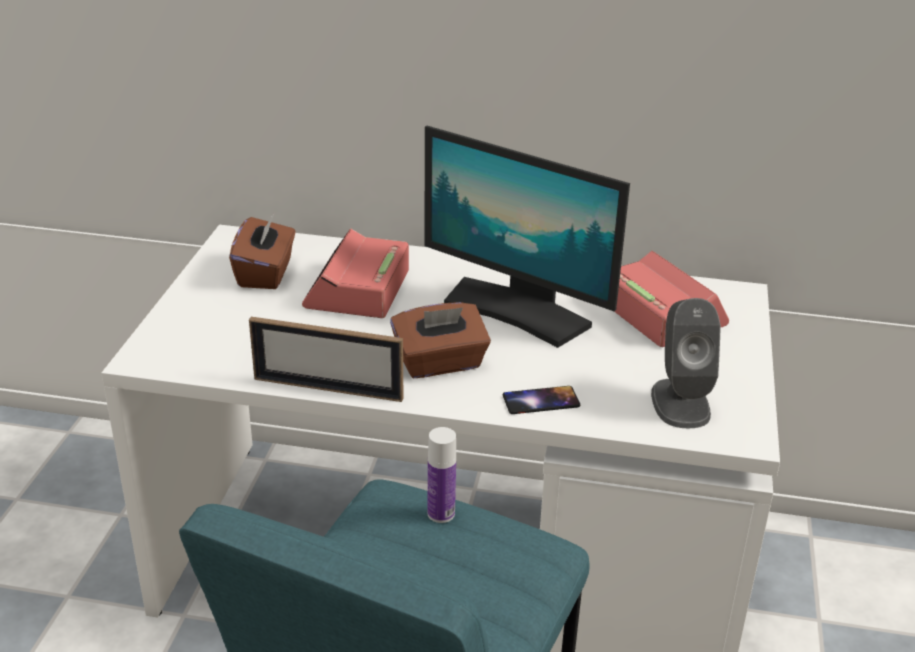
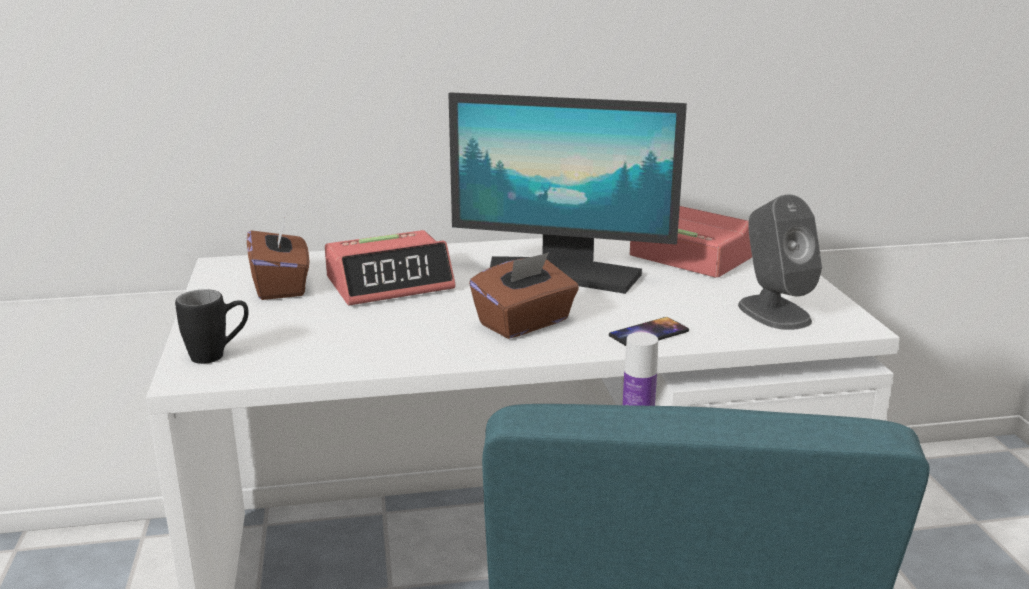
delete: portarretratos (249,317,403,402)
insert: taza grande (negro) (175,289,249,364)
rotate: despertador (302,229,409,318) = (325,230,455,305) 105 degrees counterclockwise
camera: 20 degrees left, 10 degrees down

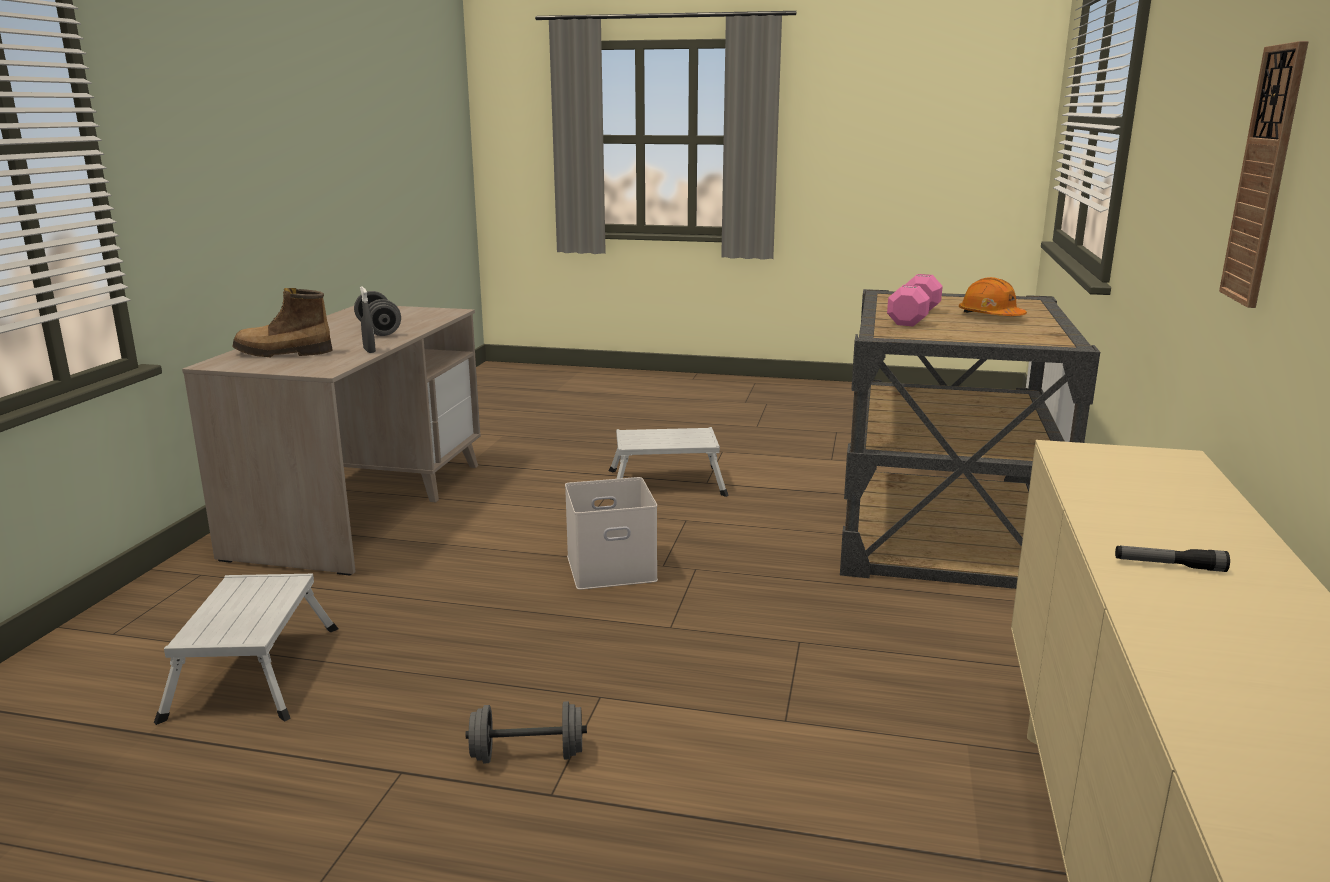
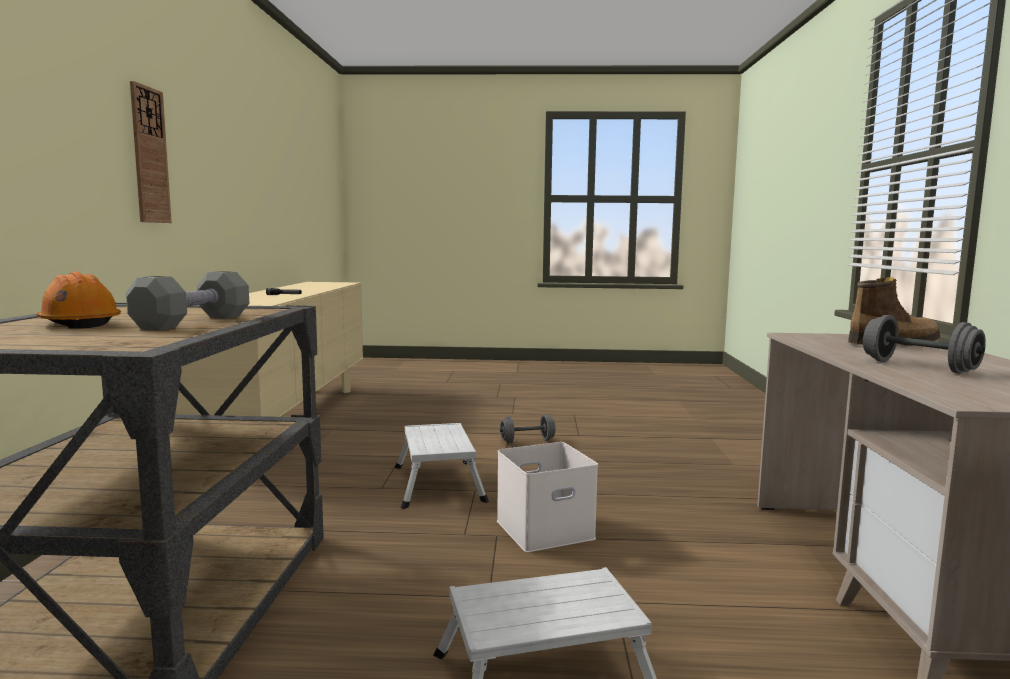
delete: pulverizador (gris) (360,286,376,353)
move: escalera de tijera (blanco) (154,574,339,725) to (395,423,489,509)
recolor: mancuerna (rosa) (887,274,943,326) to mancuerna (gris) (126,271,249,330)
camera: 170 degrees right, 10 degrees down

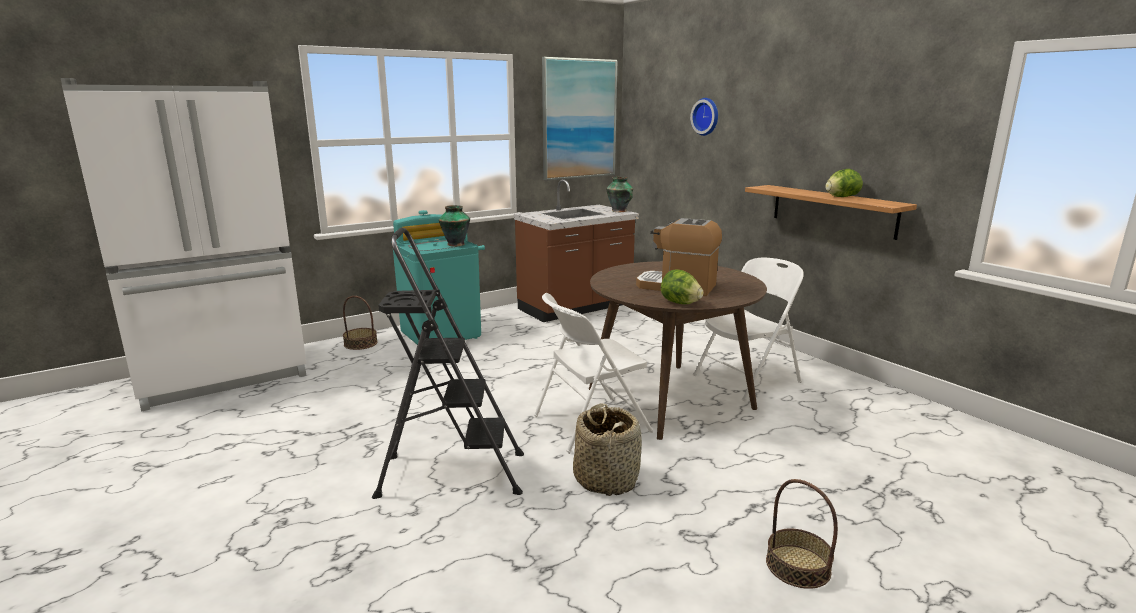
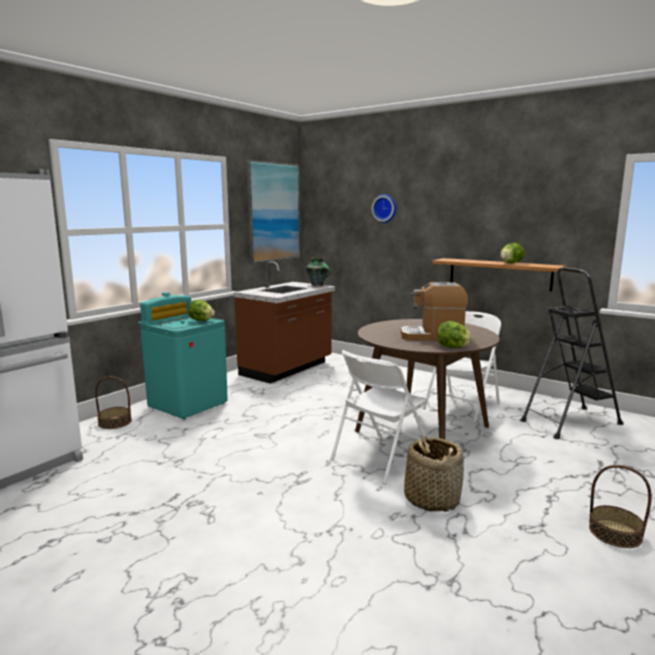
move: escalera de tijera (372,228,524,499) to (520,267,624,439)
replace: florero (439,205,470,247) to lechuga (188,300,215,321)
camera: 20 degrees left, 5 degrees down

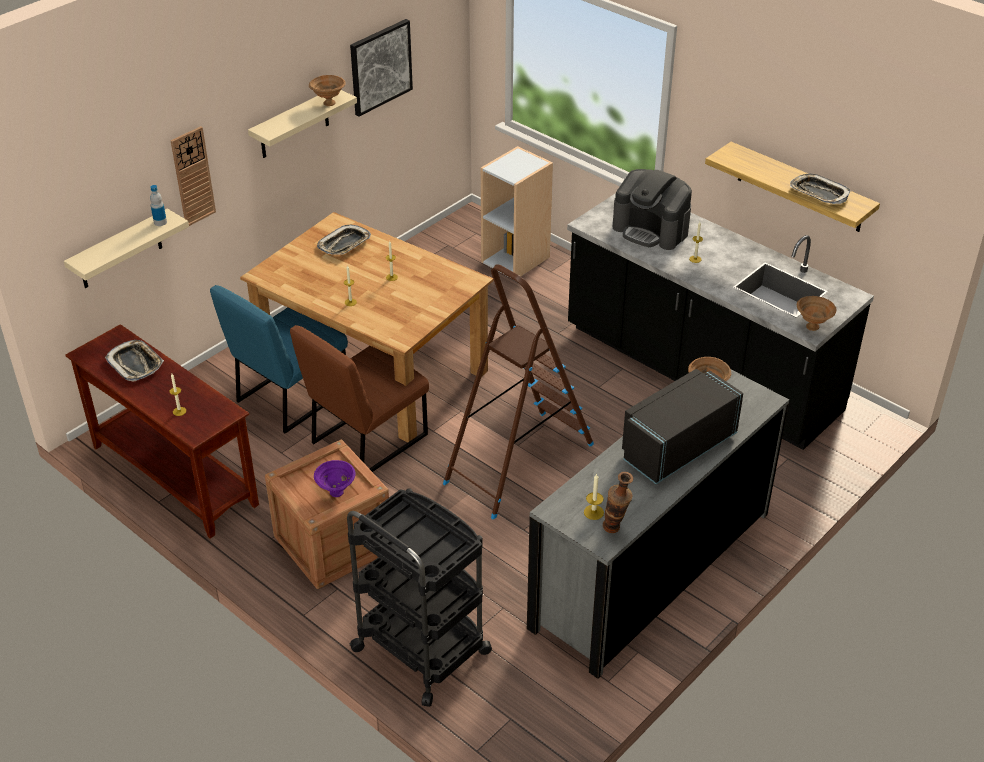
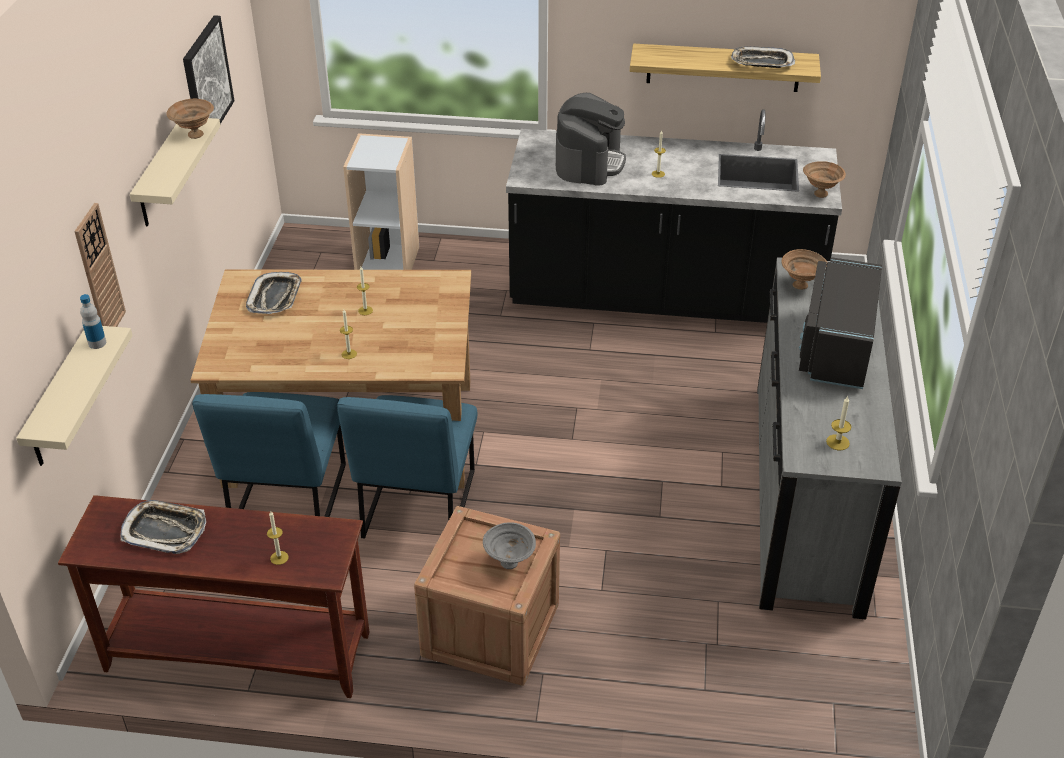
delete: carrito (negro) (347,488,492,707); escalera de tijera (marrón) (443,264,594,519); florero (603,472,633,533)
recolor: silla (marrón) (290,325,429,472) to silla (azul) (337,395,477,539); cuenco (morado) (314,460,355,497) to cuenco (gris) (483,522,536,569)
rotate: cafetera (613,169,692,250) = (556,93,626,186) 75 degrees counterclockwise
camera: 35 degrees left, 0 degrees up

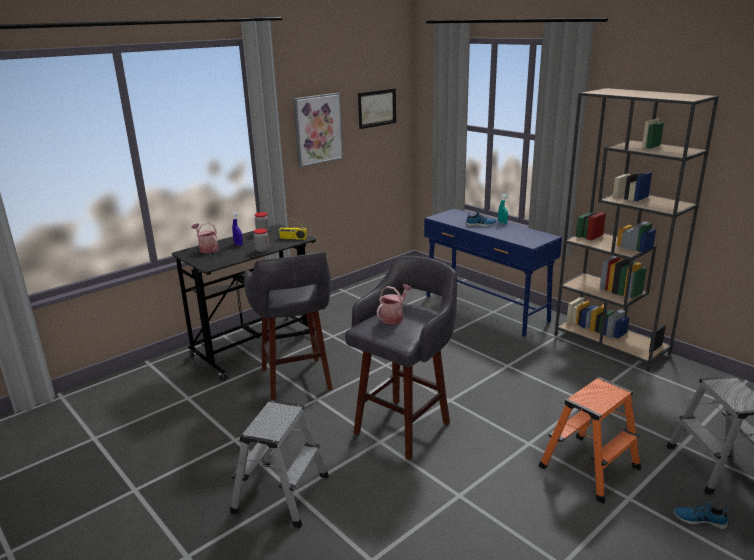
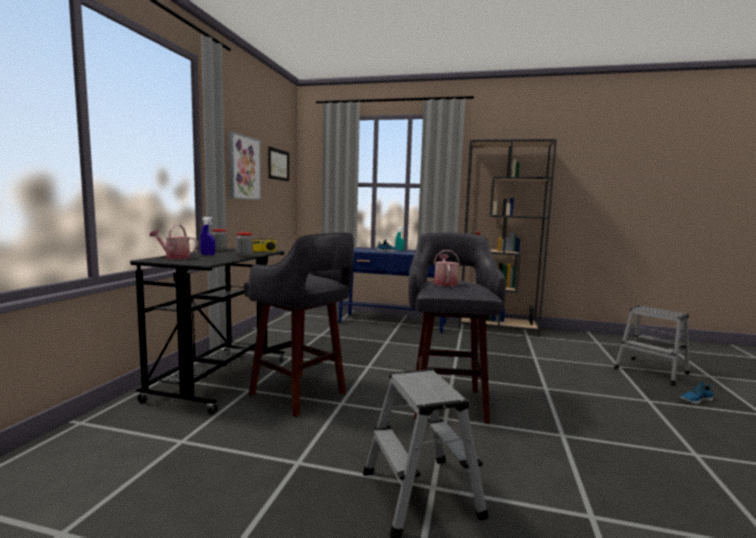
delete: escalera de tijera (naranja) (538,377,641,504)
camera: 35 degrees left, 15 degrees down

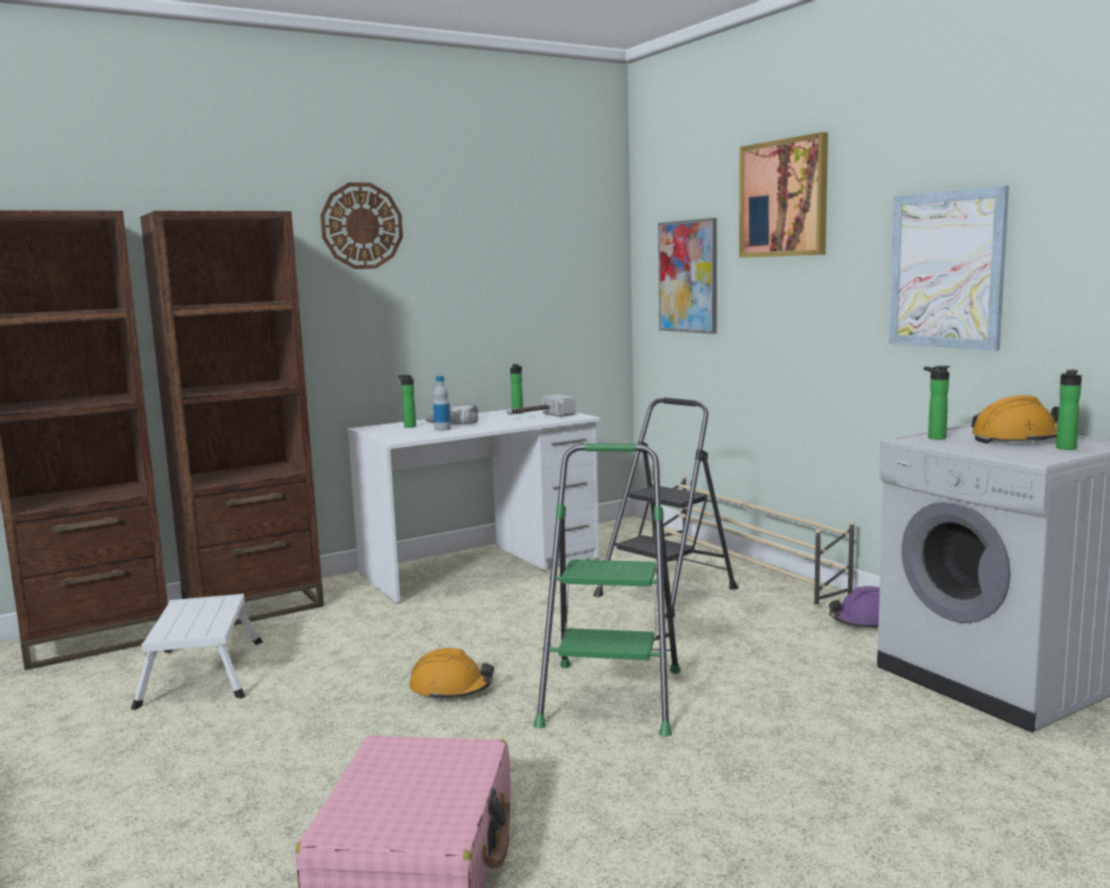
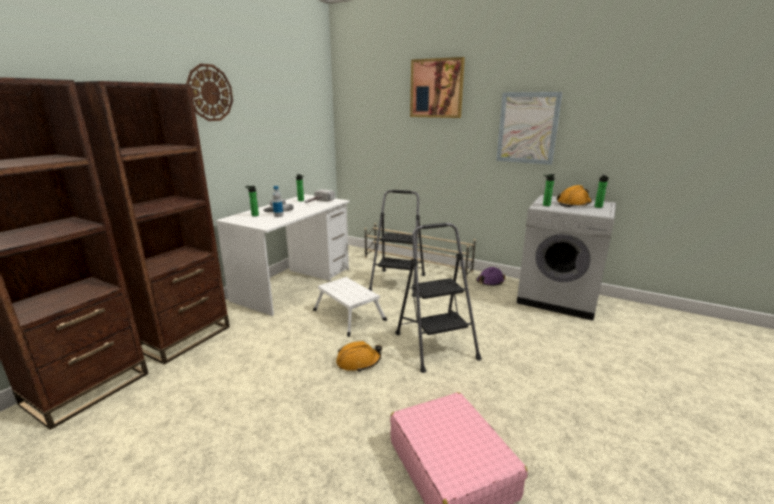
delete: cuadro (658,218,717,334)
move: escalera de tijera (blanco) (131,594,263,710) to (312,277,387,337)
recolor: escalera de tijera (verde) (533,443,681,736) to escalera de tijera (negro) (395,223,482,373)
camera: 30 degrees left, 10 degrees up

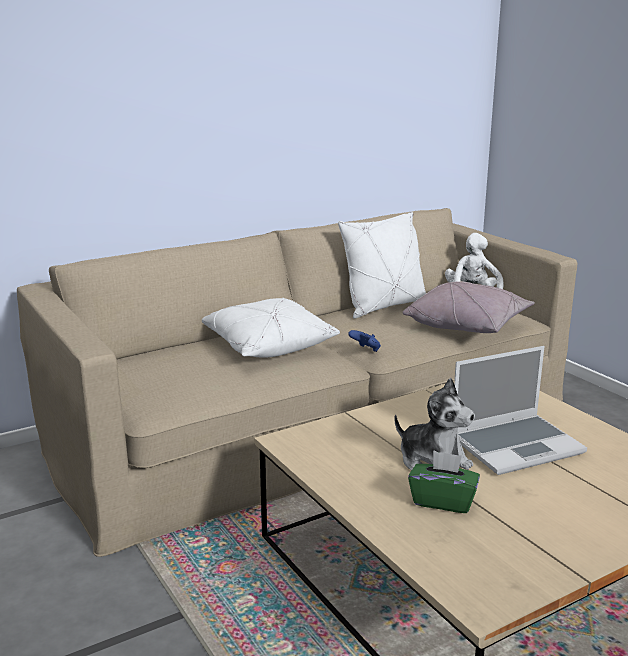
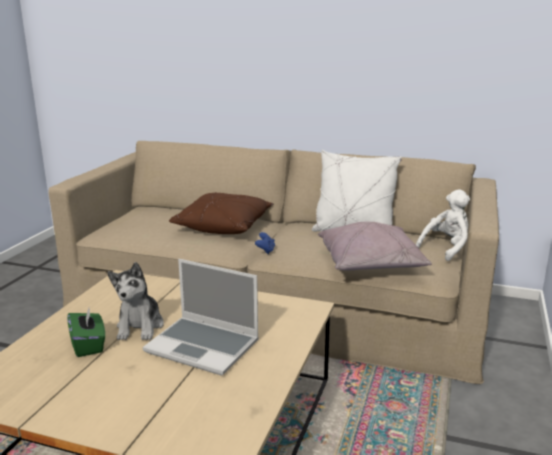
recolor: cojín (blanco) (202,298,340,358) to cojín (marrón) (169,192,274,234)
camera: 50 degrees right, 0 degrees up

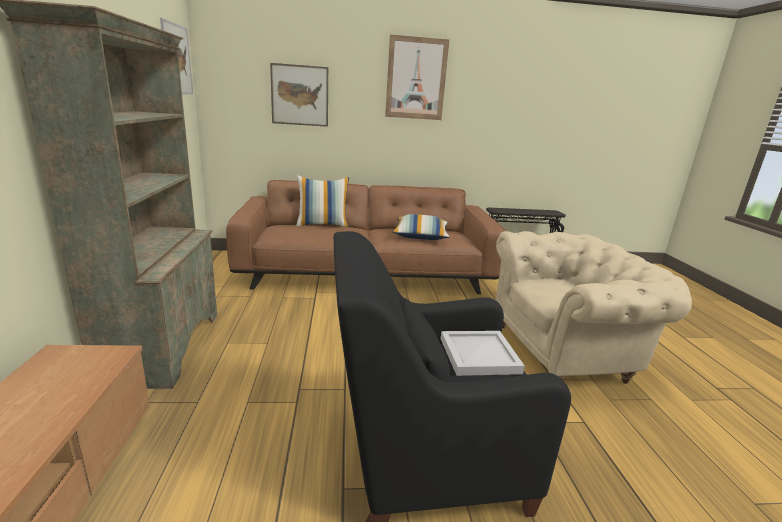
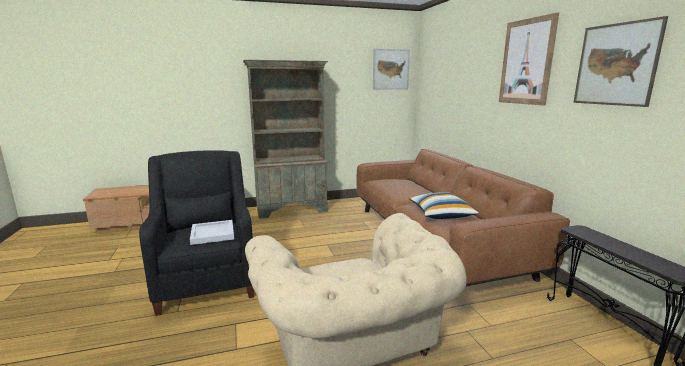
delete: cojín (296,175,349,228)
move: cuadro (270,63,328,127) to (573,16,668,107)
camera: 80 degrees right, 5 degrees down

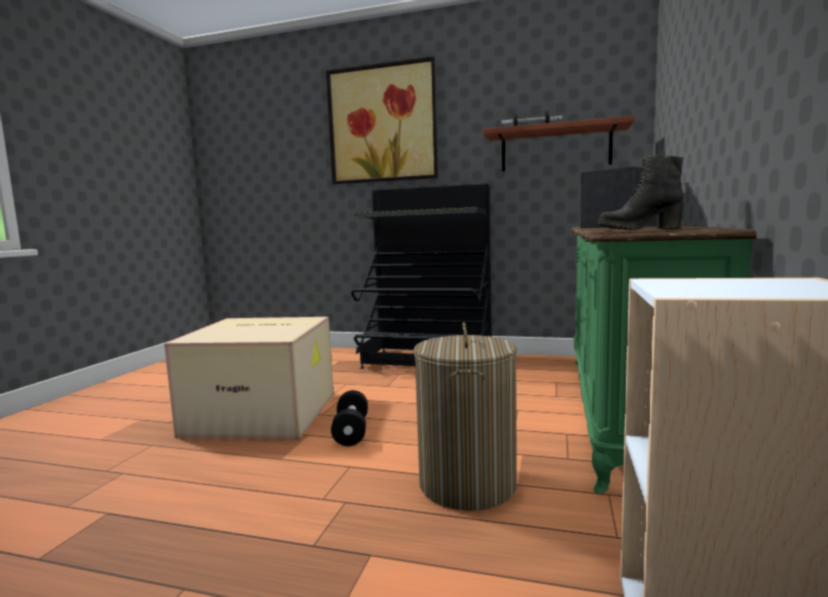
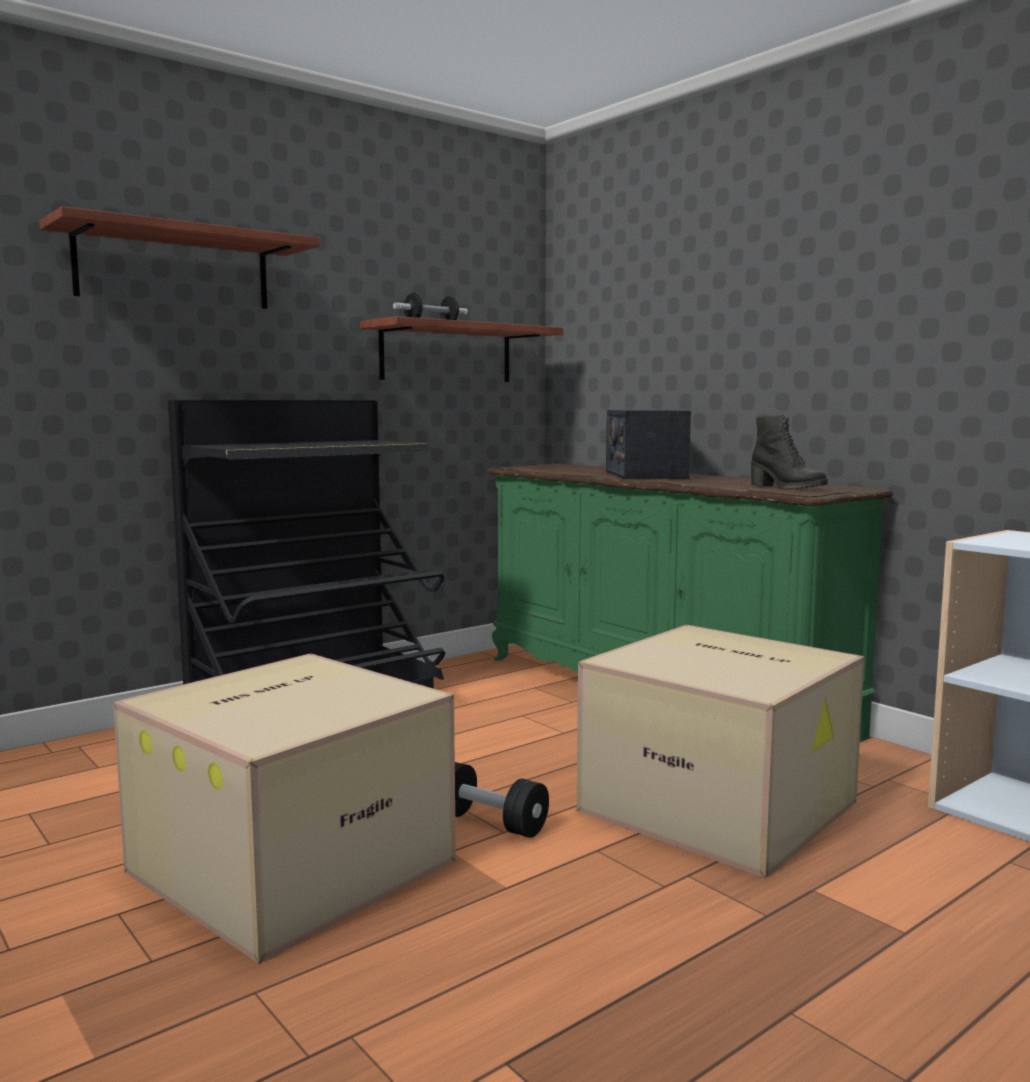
replace: cuadro (326,56,438,184) to estante (39,206,320,309); cesto de la ropa (414,322,517,511) to caja de cartón (577,625,865,879)
rotate: bota (negro) (598,155,684,230) = (751,414,828,489) 75 degrees counterclockwise
camera: 55 degrees left, 0 degrees up

